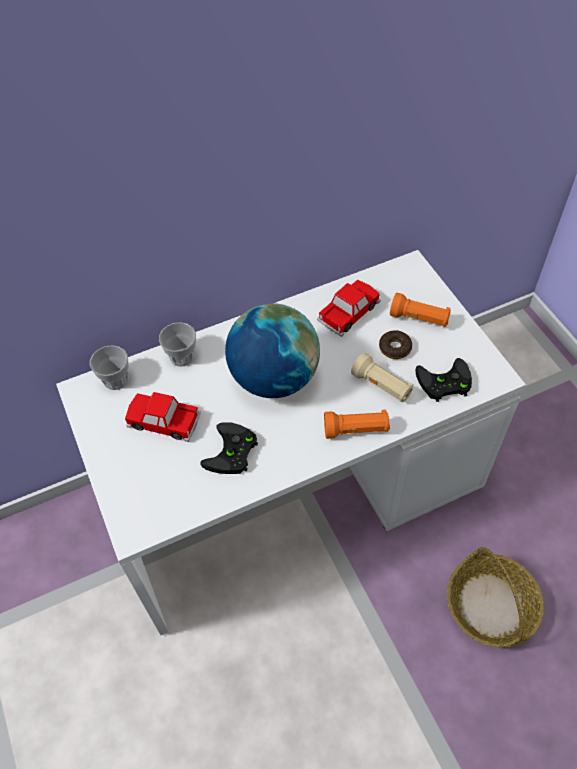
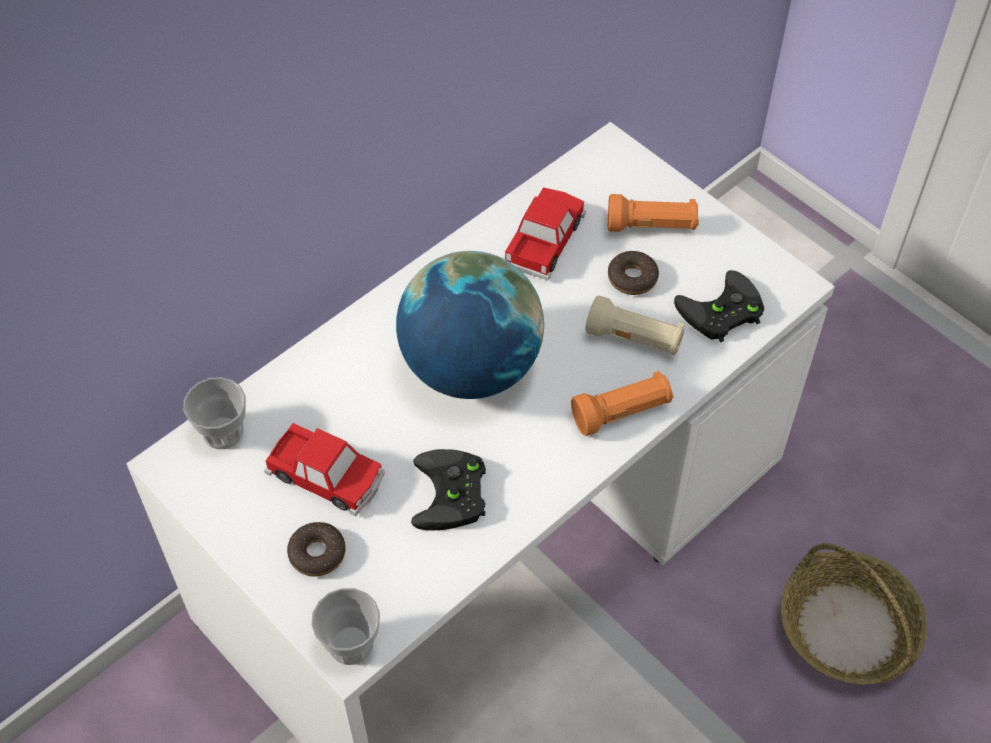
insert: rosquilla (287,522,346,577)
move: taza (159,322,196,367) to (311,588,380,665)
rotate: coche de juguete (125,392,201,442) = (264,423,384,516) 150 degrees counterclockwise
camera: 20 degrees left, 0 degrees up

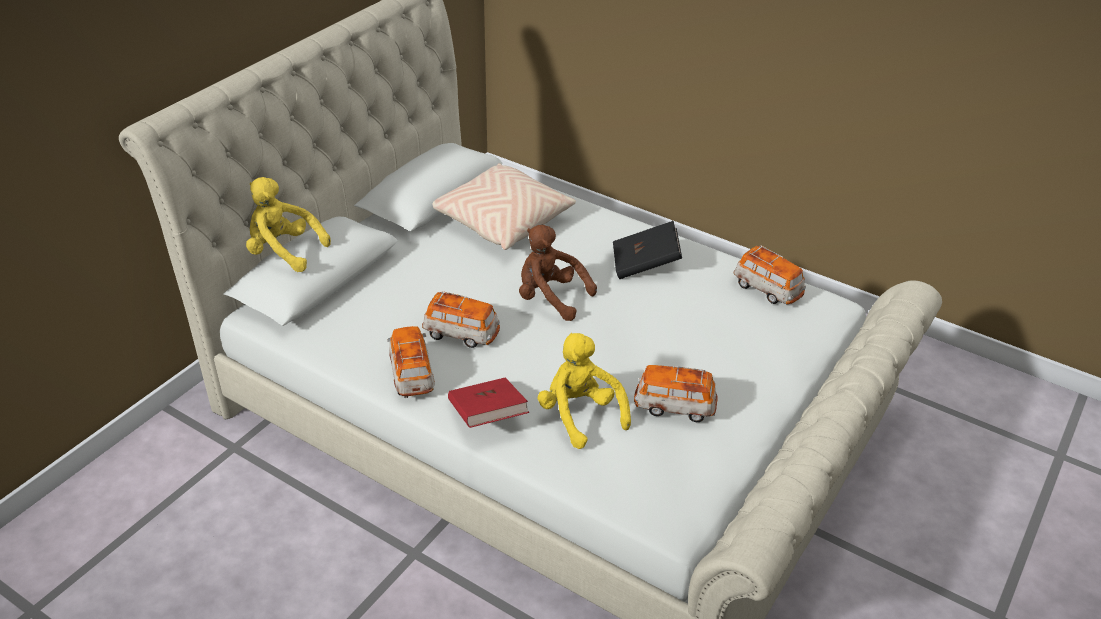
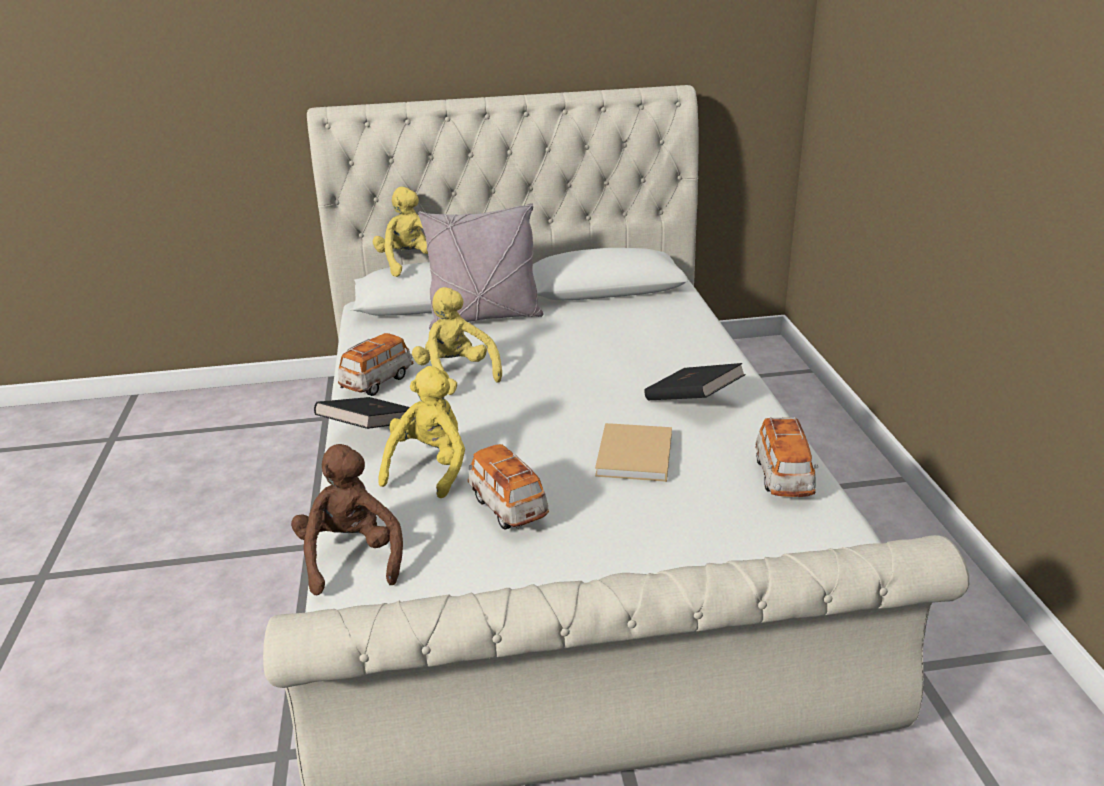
delete: cojín (beis) (432,163,576,250)
insert: cojín (morado) (418,203,543,330); libro (beis) (595,423,672,482)
move: peluche (marrón) (519,225,597,321) to (291,444,403,595)
replace: coche de juguete (422,291,500,348) to peluche (amarillo) (412,287,502,395)
recolor: libro (rojo) (448,377,529,428) to libro (negro) (314,397,416,429)
camera: 50 degrees right, 10 degrees down

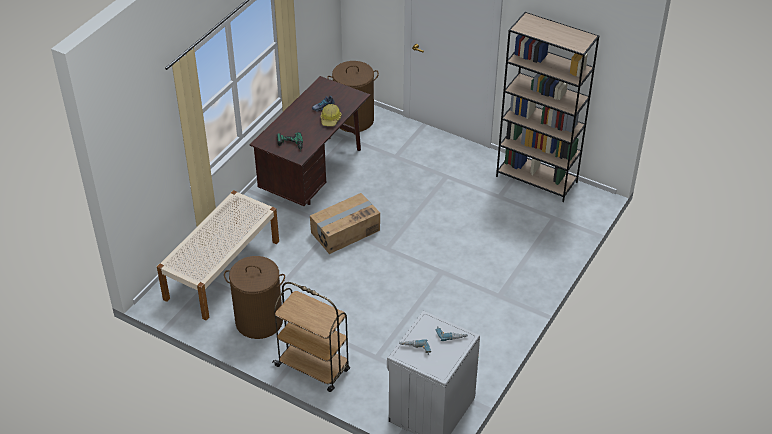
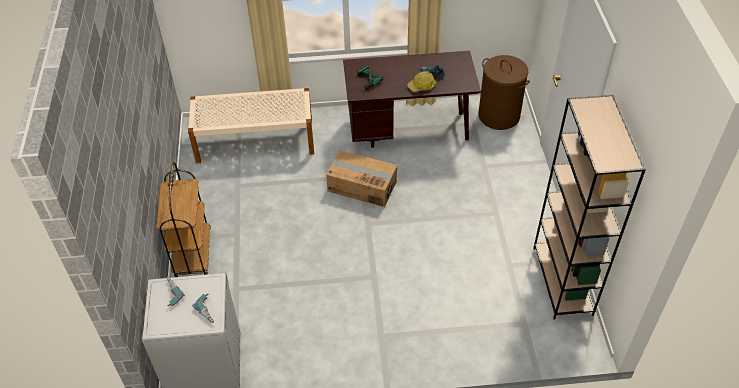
delete: cesto de la ropa (marrón) (224,256,285,339)
camera: 55 degrees right, 5 degrees up

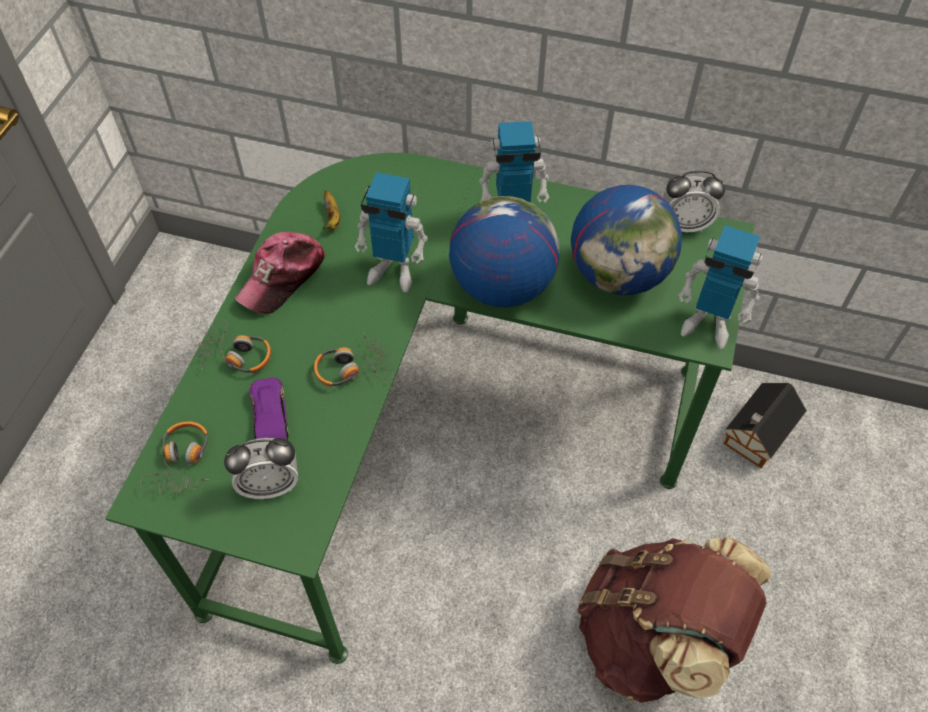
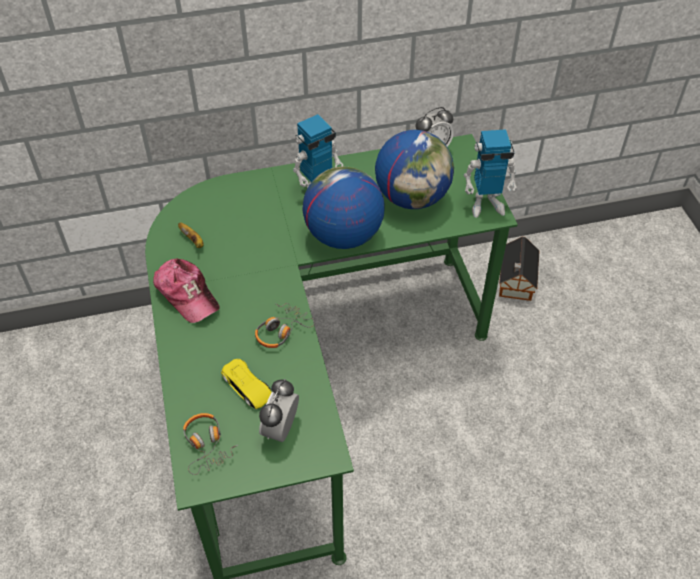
delete: auriculares (196,319,271,373); robot de juguete (354,172,428,292); mochila (marrón) (577,536,771,703)
recolor: coche de juguete (morado) (250,377,289,440) to coche de juguete (amarillo) (221,359,272,409)
rotate: despertador (224,438,298,499) = (259,379,299,442) 150 degrees clockwise; gorra (235,232,326,314) = (153,259,220,323) 45 degrees counterclockwise
camera: 30 degrees left, 5 degrees down

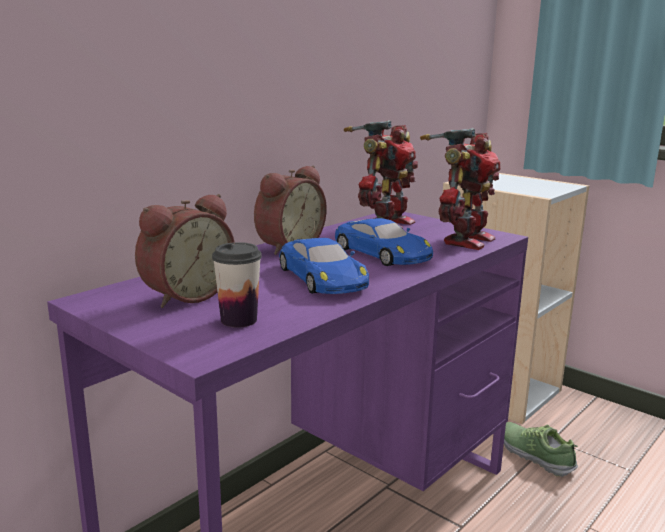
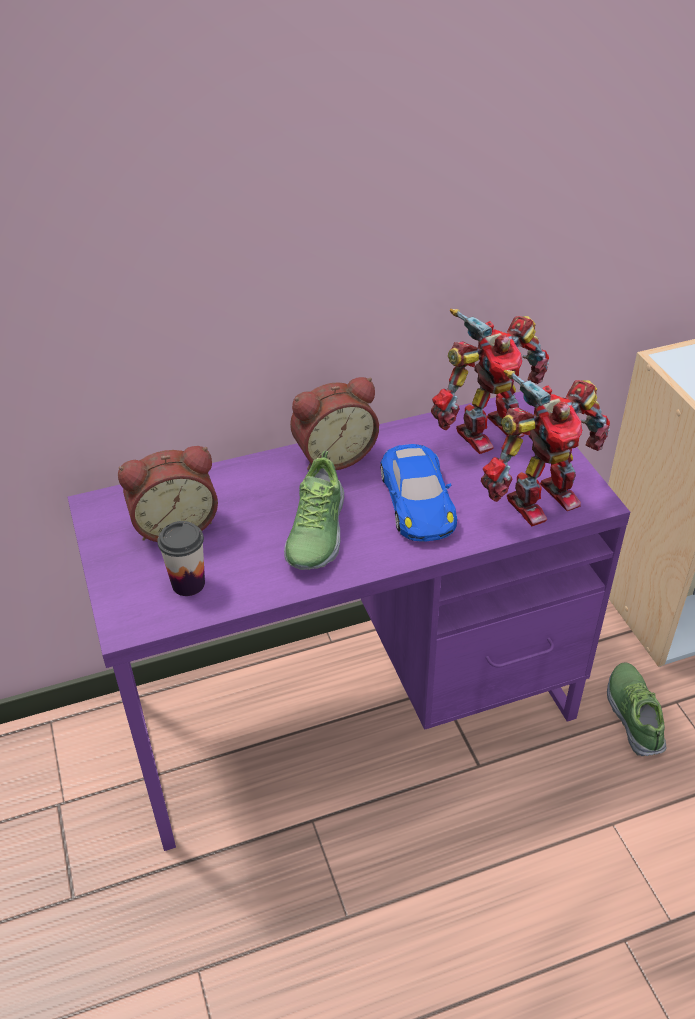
replace: coche de juguete (azul) (279,238,369,294) to zapato (284,450,344,570)
camera: 30 degrees right, 25 degrees up

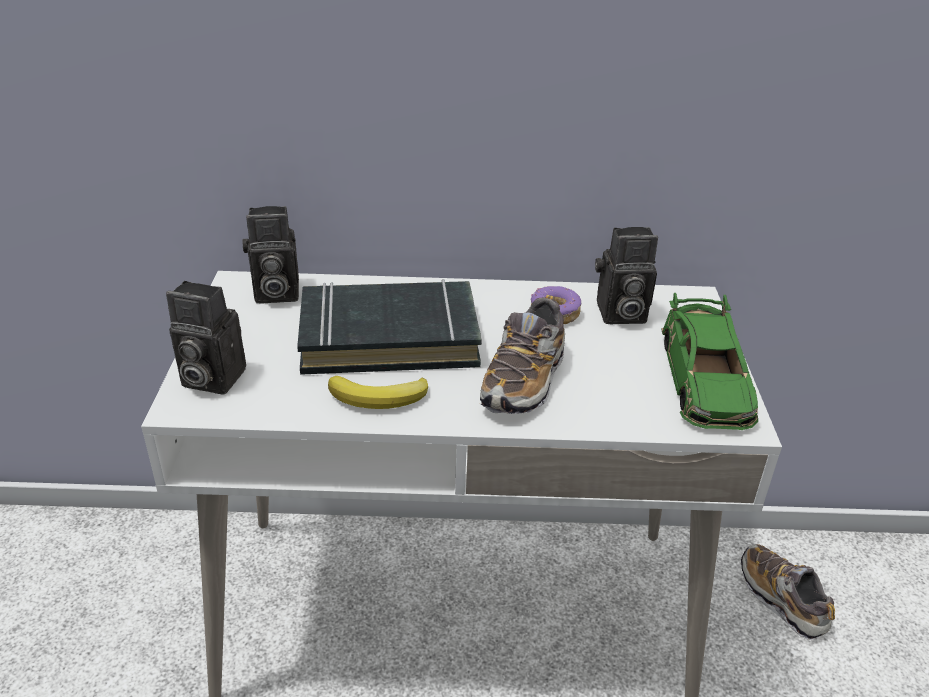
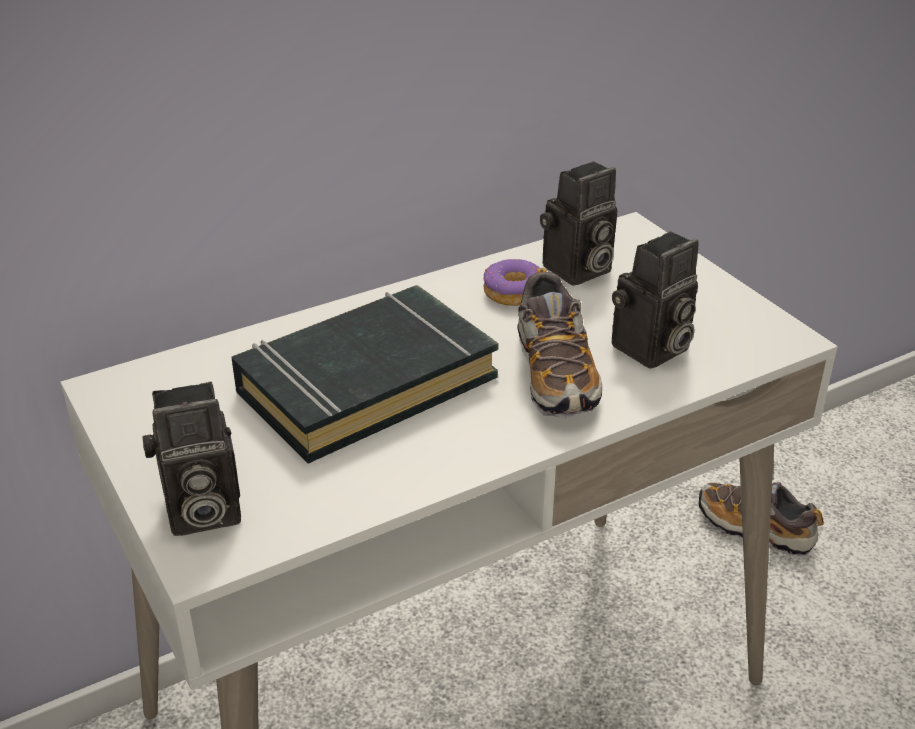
delete: plátano (328,376,428,409); coche de juguete (verde) (661,293,758,430)
move: cámara (242,206,299,304) to (612,231,699,369)
camera: 30 degrees left, 0 degrees up

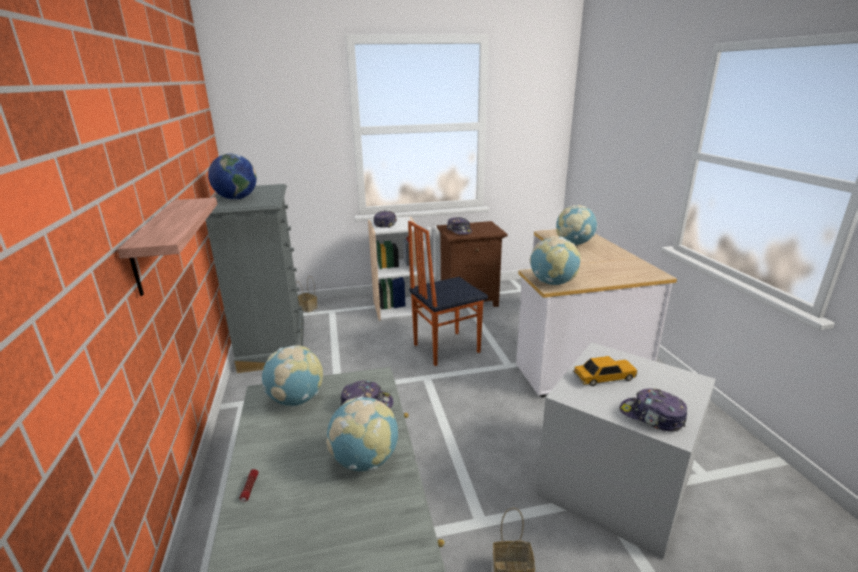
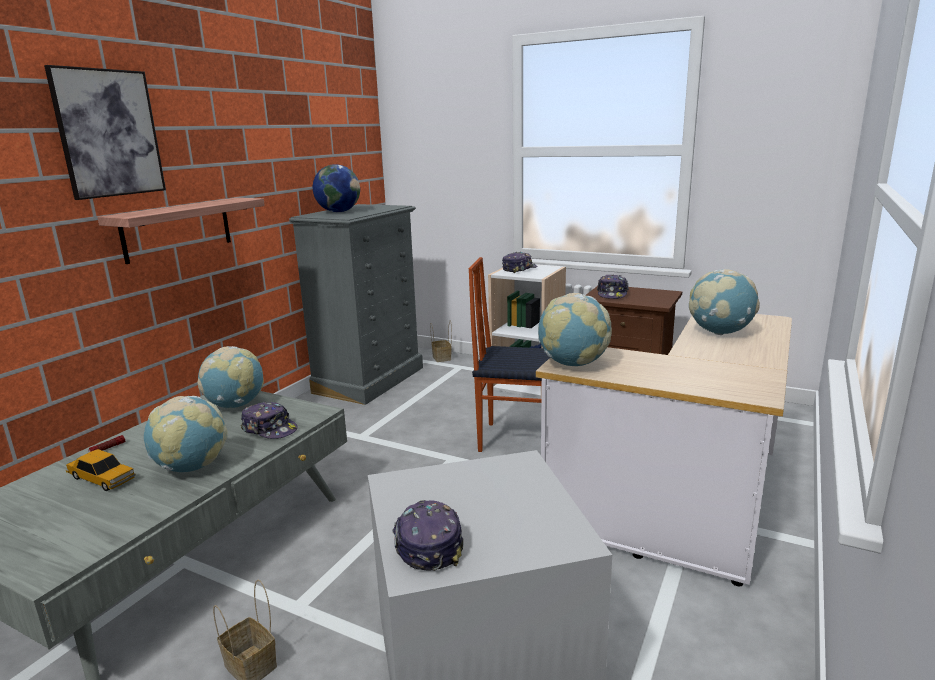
insert: cuadro (44,65,166,200)
move: coche de juguete (573,356,637,386) to (66,449,136,491)
camera: 40 degrees right, 5 degrees down

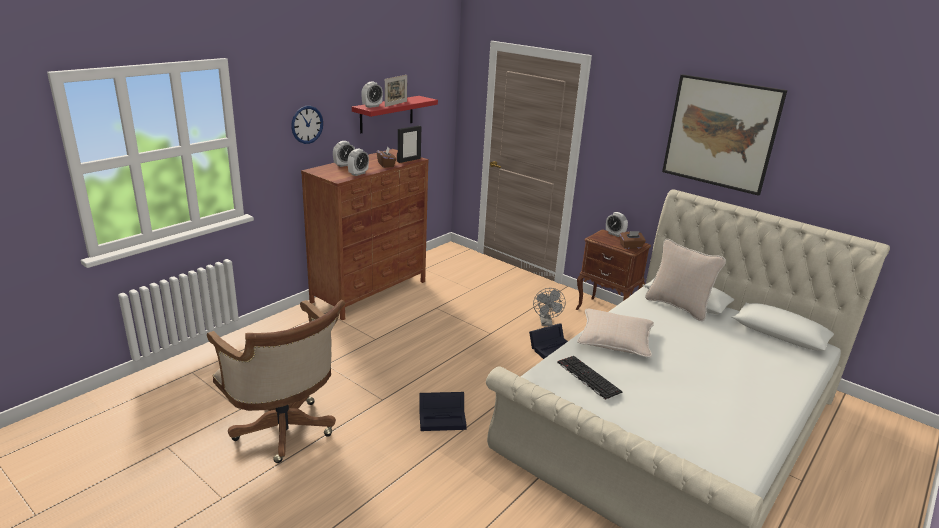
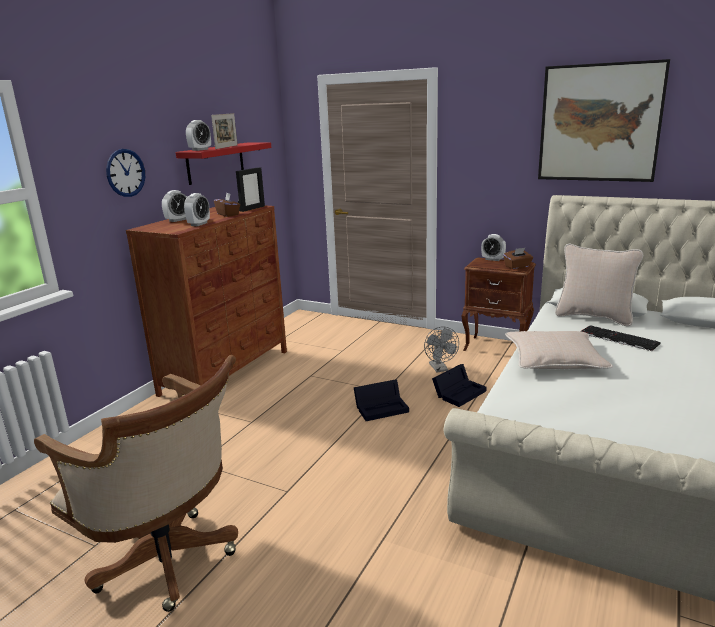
move: caja de almacenaje (negro) (420,392,467,431) to (354,379,409,421); teclado (557,356,623,400) to (581,325,661,351)
camera: 10 degrees left, 5 degrees down

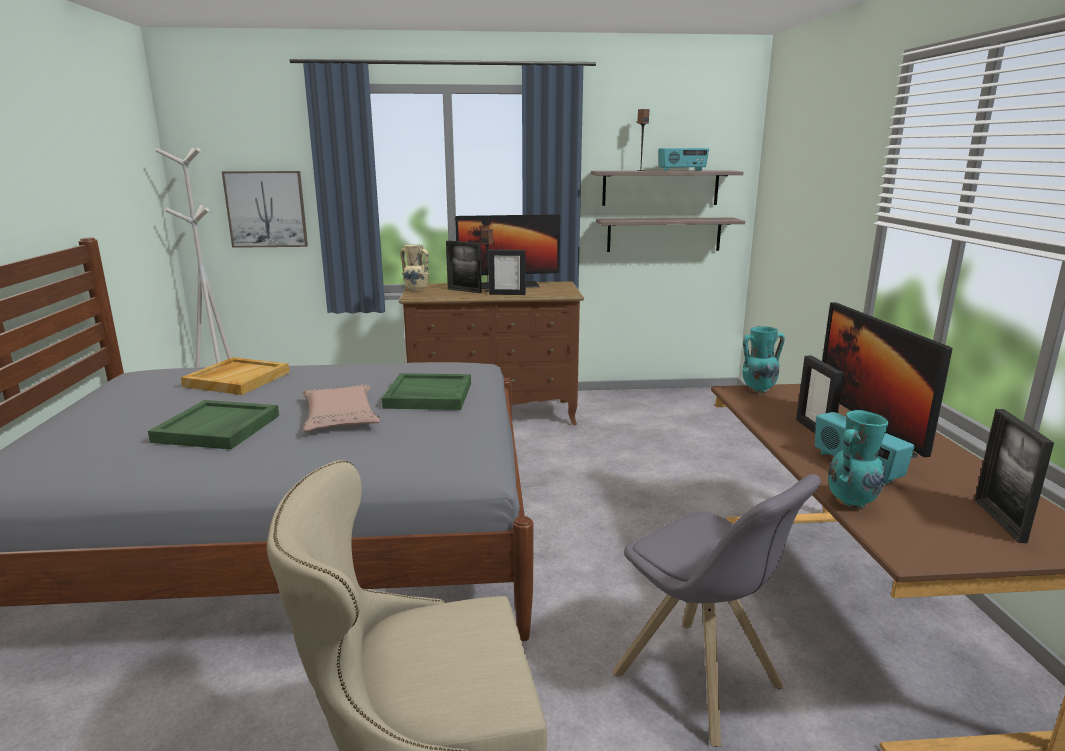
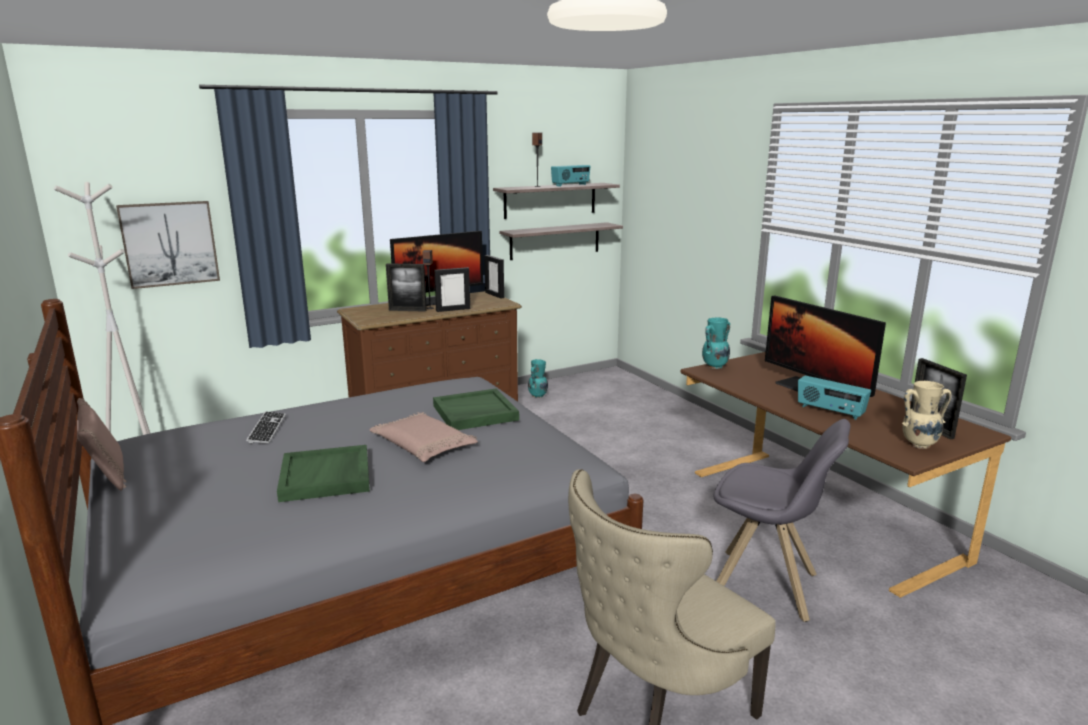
insert: cojín (beis) (77,398,127,490)
move: florero (beis) (400,245,429,292) to (902,381,951,449); portarretratos (796,355,844,433) to (484,255,504,299); florero (turquesa) (828,410,888,509) to (528,359,548,398)
replace: bandeja (beis) (181,357,290,395) to teclado (246,411,286,444)
camera: 25 degrees left, 0 degrees up

